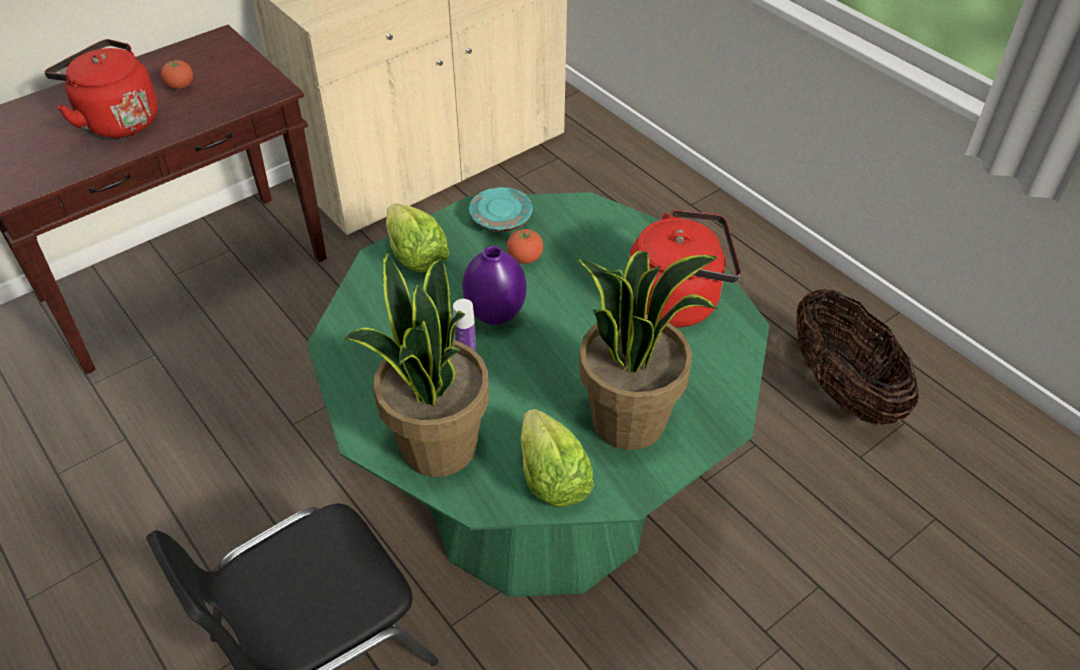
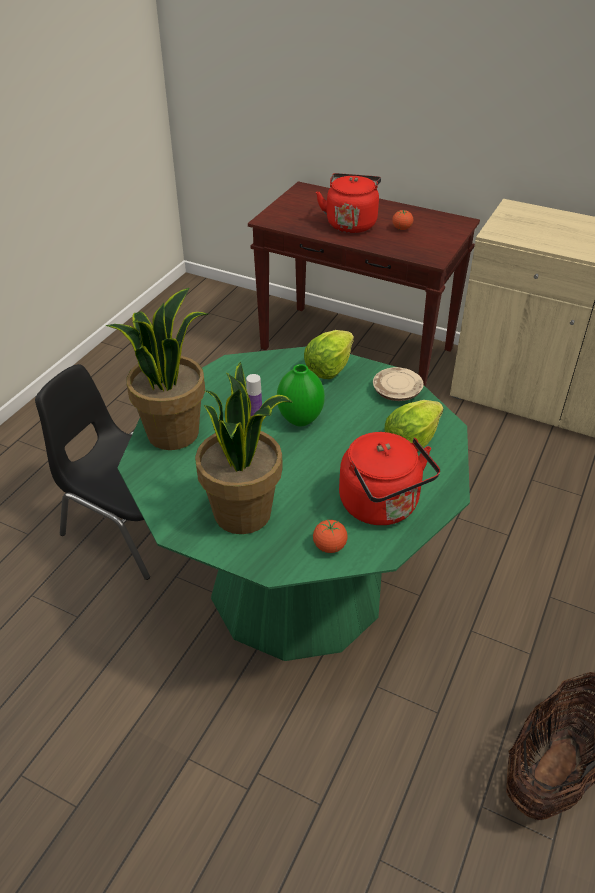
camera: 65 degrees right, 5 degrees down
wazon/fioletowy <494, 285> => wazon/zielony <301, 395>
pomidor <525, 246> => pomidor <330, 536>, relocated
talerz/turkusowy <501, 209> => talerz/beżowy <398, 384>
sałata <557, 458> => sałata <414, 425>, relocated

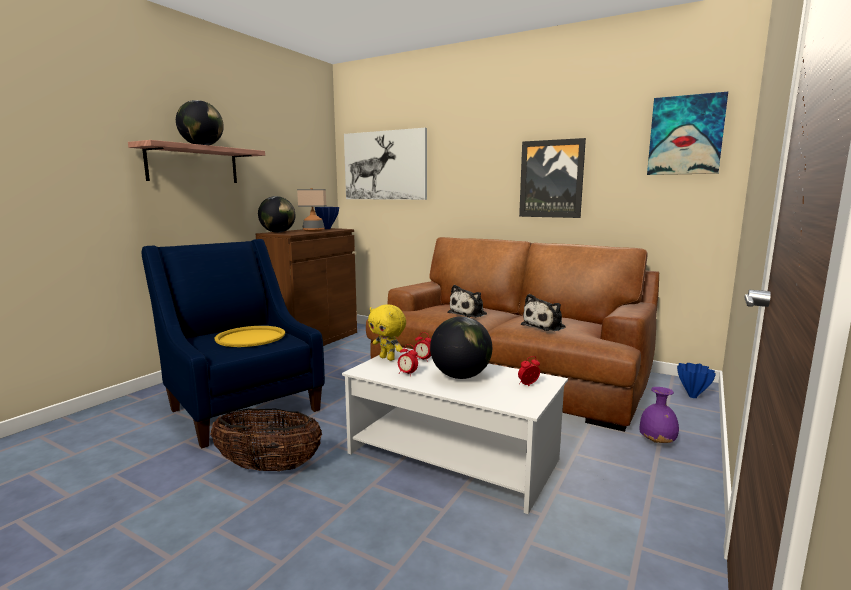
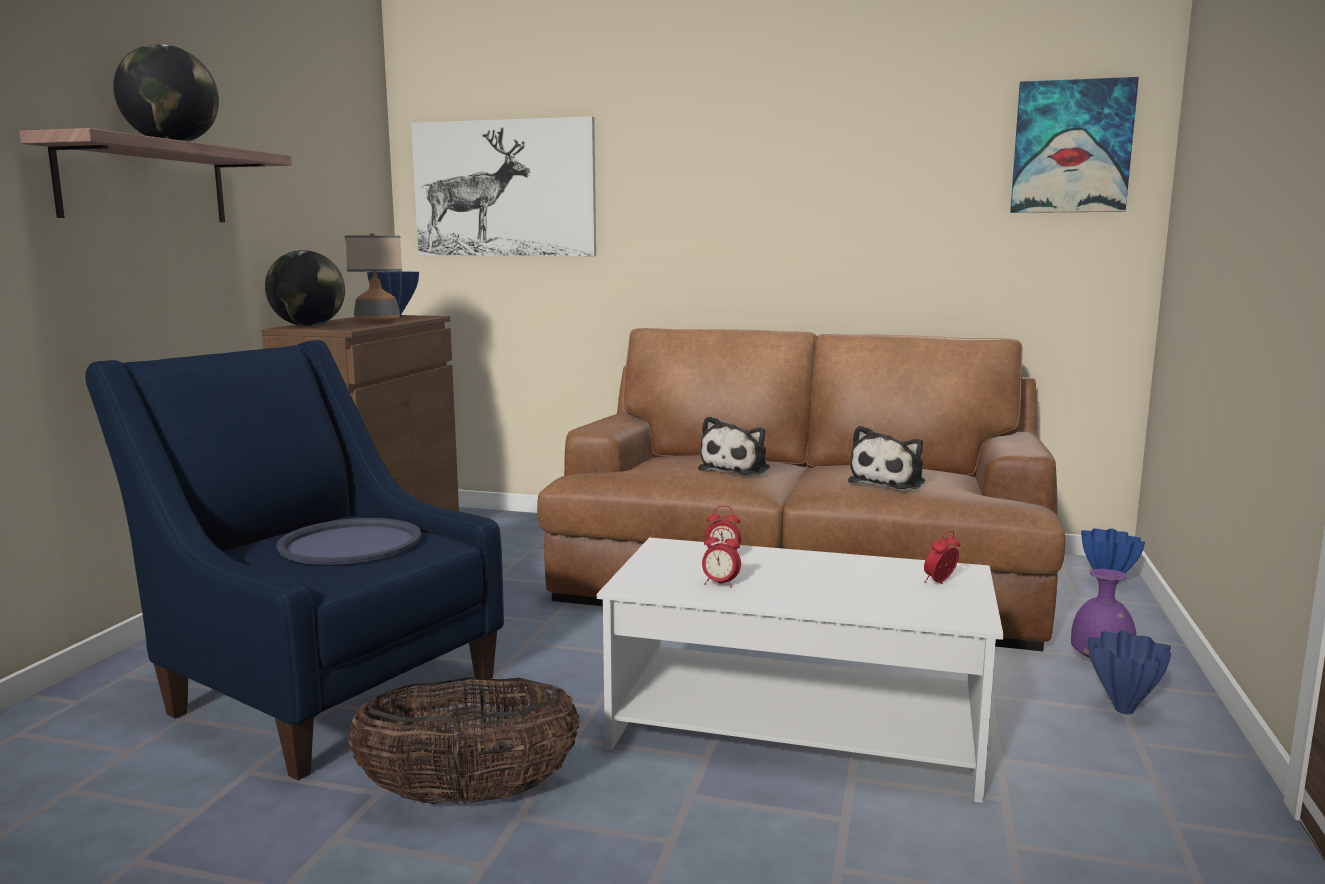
camera: 15 degrees left, 0 degrees up
taca/żółty <249, 336> => taca/niebieski <348, 541>
nothing => wazon/niebieski <1129, 672>
pluszak/żółty <387, 332> => nothing
globus <461, 347> => nothing
obraz <552, 178> => nothing

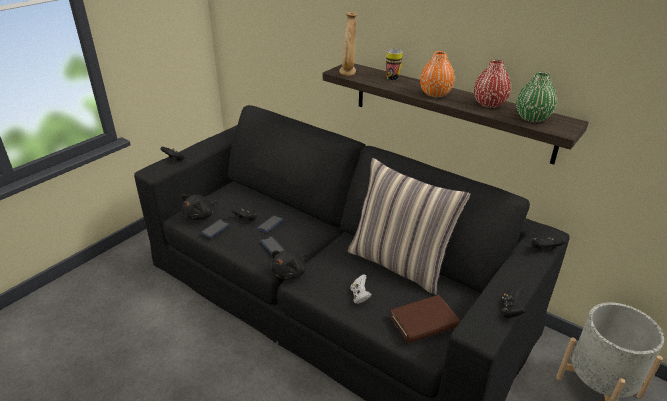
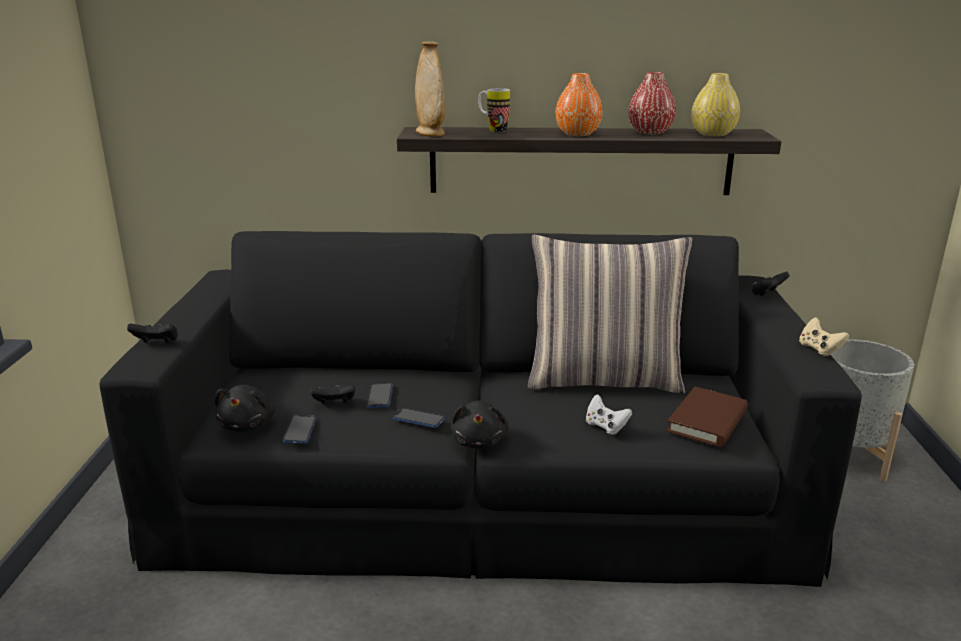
camera: 35 degrees left, 10 degrees down
wazon/zielony <536, 97> => wazon/żółty <715, 104>
pad do gier/czarny <513, 302> => pad do gier/beżowy <824, 336>

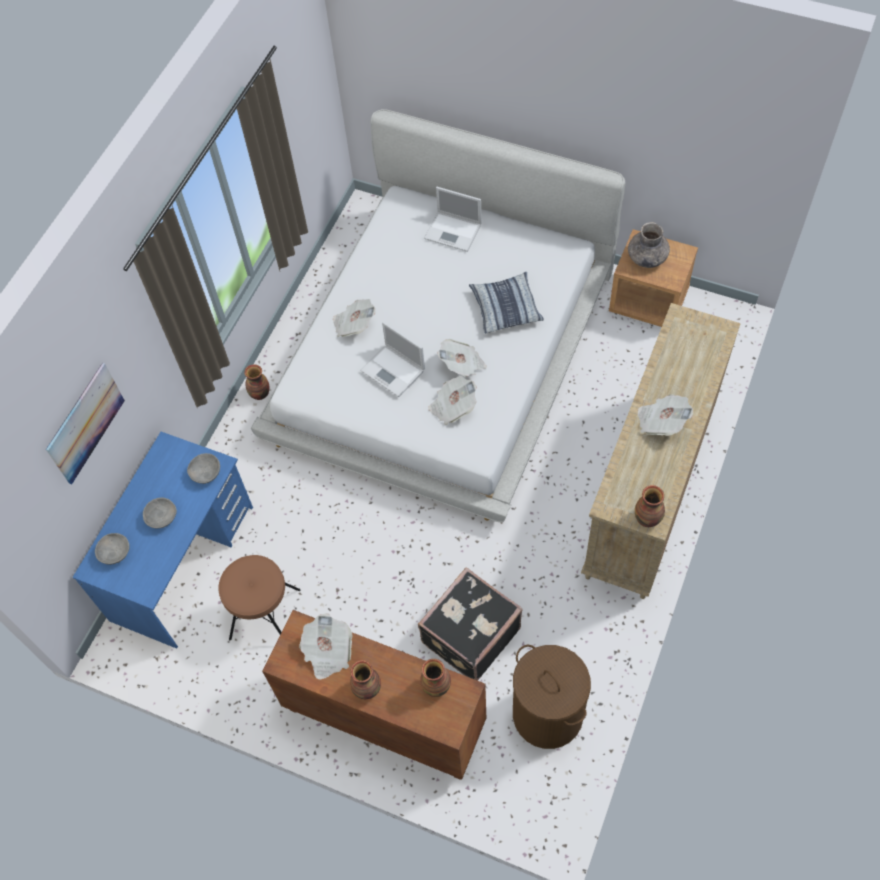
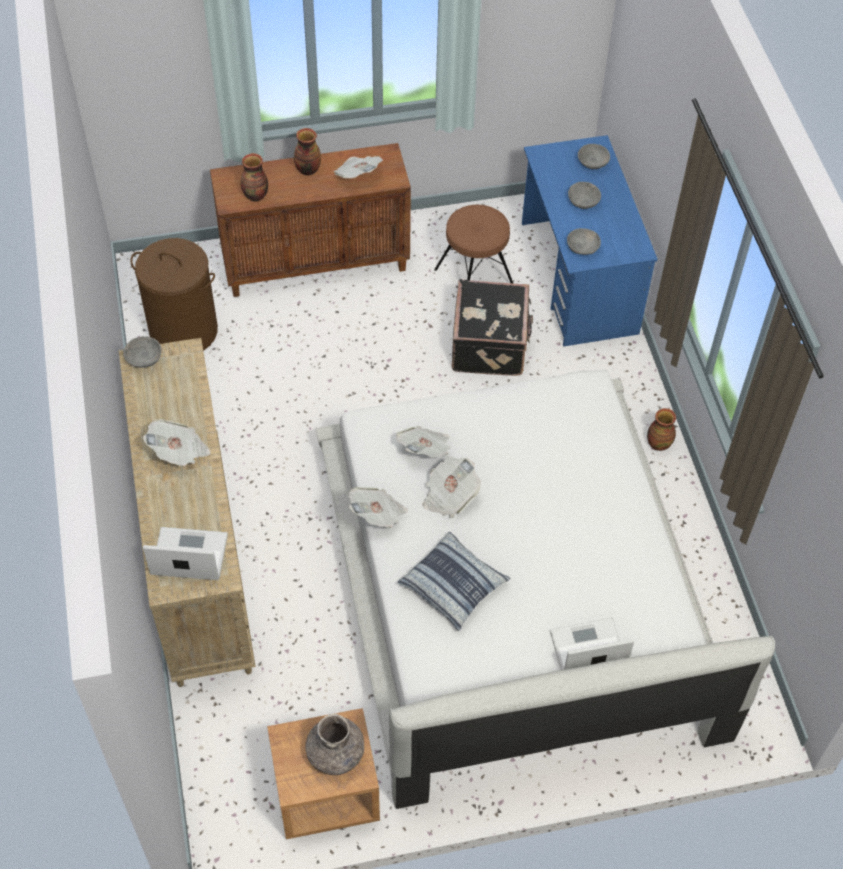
camera: 140 degrees right, 5 degrees down
wazon <650, 506> => miska/szary <142, 352>
laptop <392, 359> => laptop <185, 553>, relocated
gazeta <354, 318> => gazeta <378, 507>, relocated
walizka/czarny <470, 624> => walizka/czarny <492, 327>, relocated
obraz <85, 423> => nothing

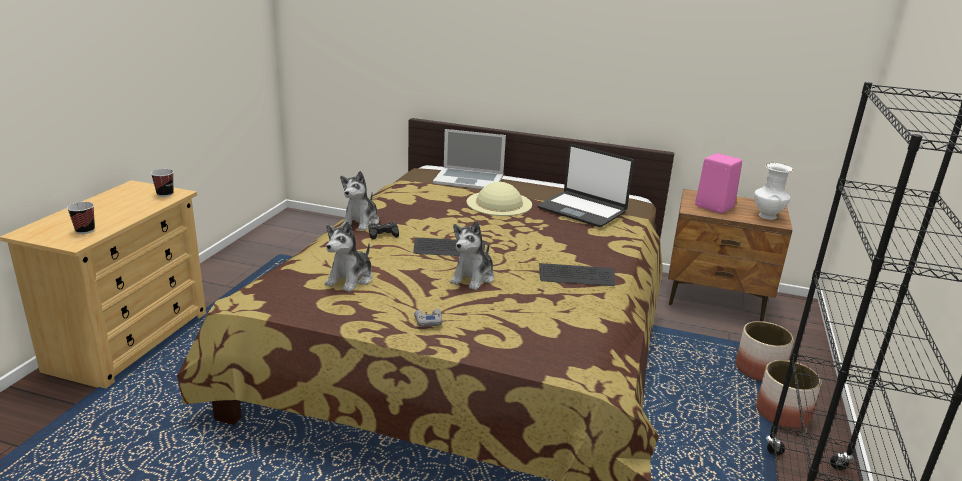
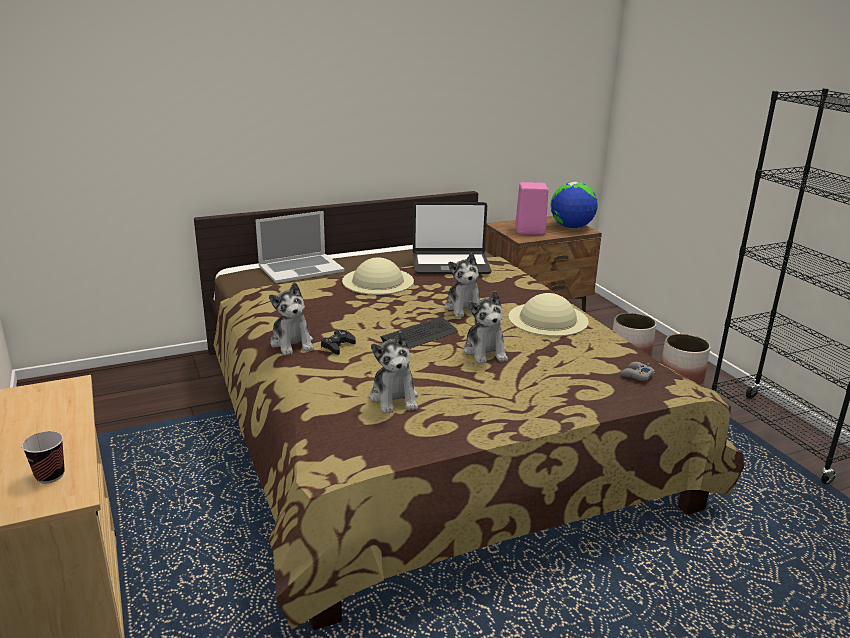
camera: 40 degrees left, 0 degrees up
nothing => pluszak <462, 285>
klawiatura <577, 274> => kapelusz/beżowy <548, 315>
wazon/biały <774, 191> => globus <574, 205>
pad do gier/szary <428, 318> => pad do gier/szary <637, 371>, relocated
filiżanka <162, 183> => nothing

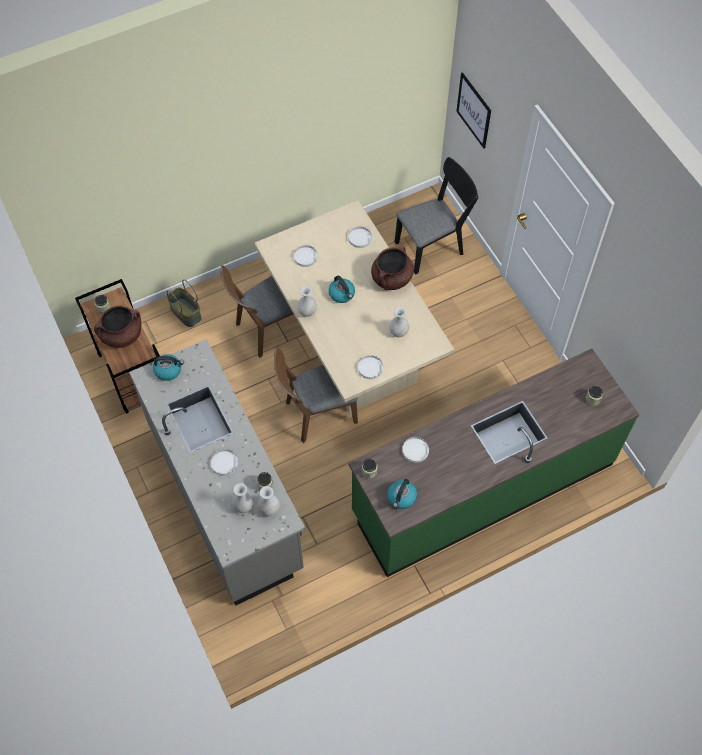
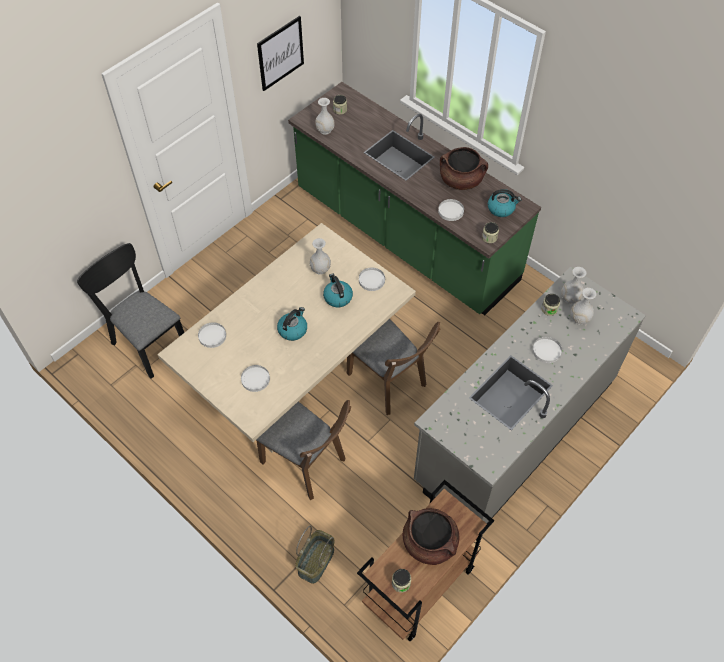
camera: 110 degrees left, 5 degrees down
obraz <473, 110> => obraz <280, 53>, relocated
wazon/biały <307, 301> => wazon/biały <325, 116>, relocated
czajnik <168, 367> => czajnik <338, 290>, relocated
garnek/brązowy <392, 268> => garnek/brązowy <464, 168>, relocated

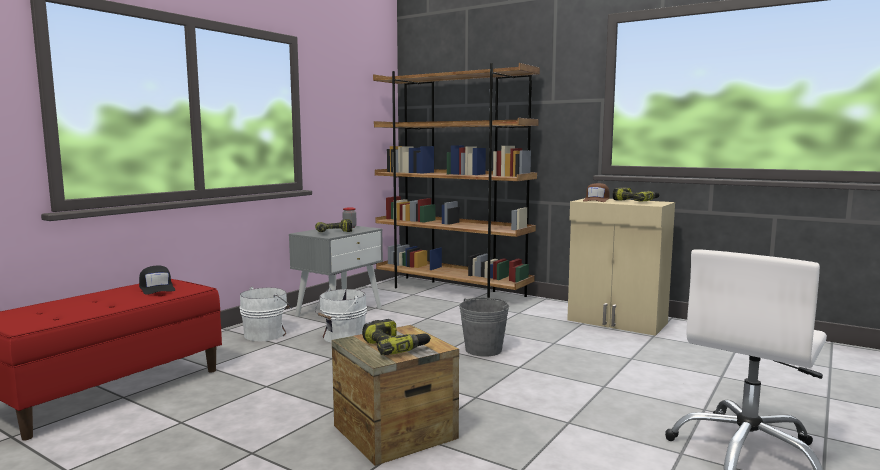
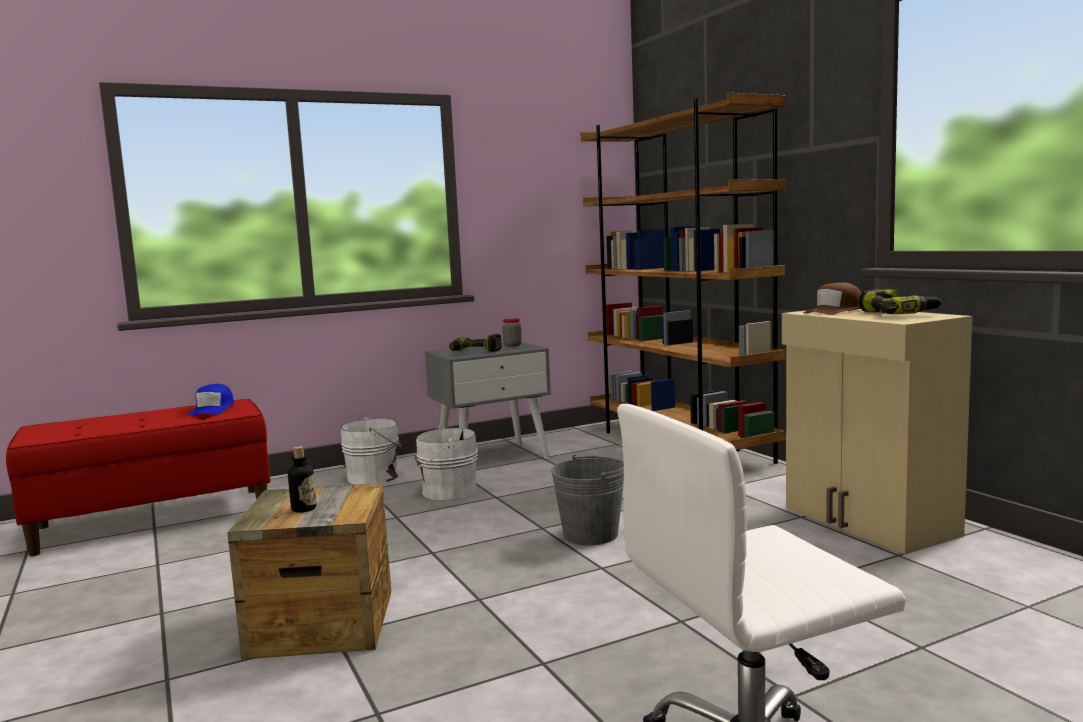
camera: 30 degrees right, 0 degrees up
czapka z daszkiem/czarny <157, 280> => czapka z daszkiem/niebieski <211, 400>
wiertarka <396, 337> => butelka <302, 479>

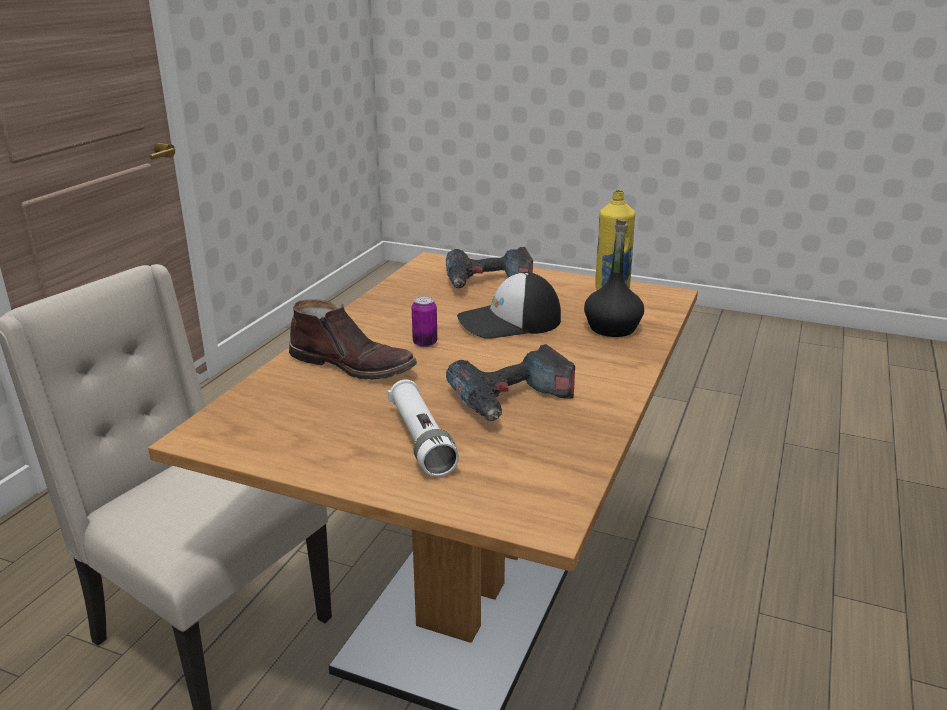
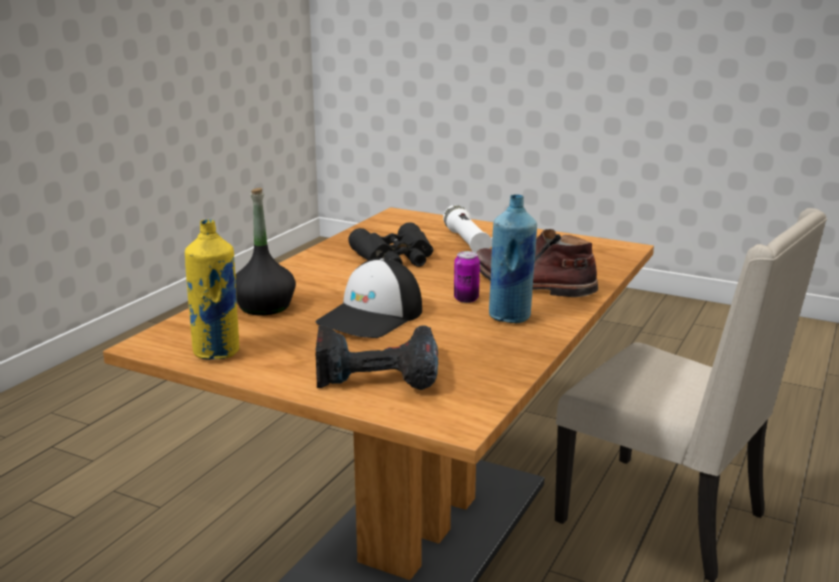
camera: 175 degrees left, 5 degrees down
czapka z daszkiem <509, 305> => czapka z daszkiem <369, 298>, 135 degrees clockwise
wiertarka <510, 382> => lornetka/czarny <390, 244>
nothing => butelka/niebieski <513, 259>

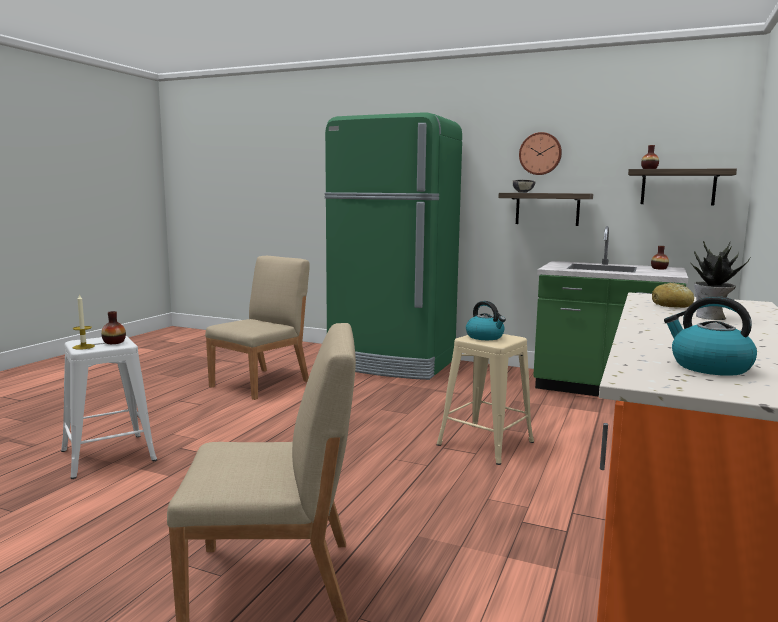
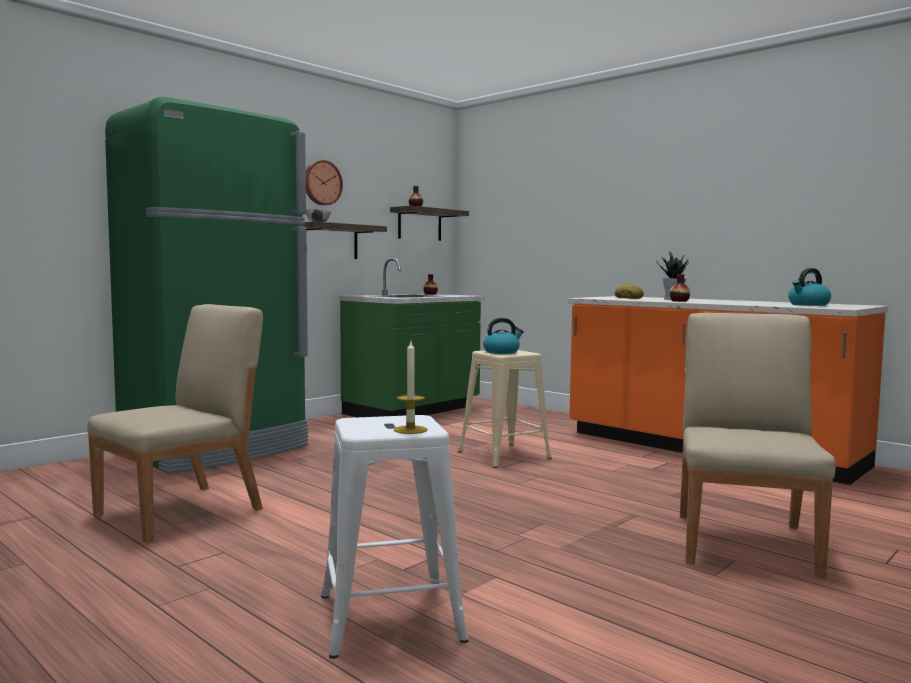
camera: 70 degrees left, 5 degrees down
krzesło/beżowy <257, 328> => krzesło/beżowy <175, 423>, 75 degrees clockwise
wazon <113, 327> => wazon <680, 288>, relocated

